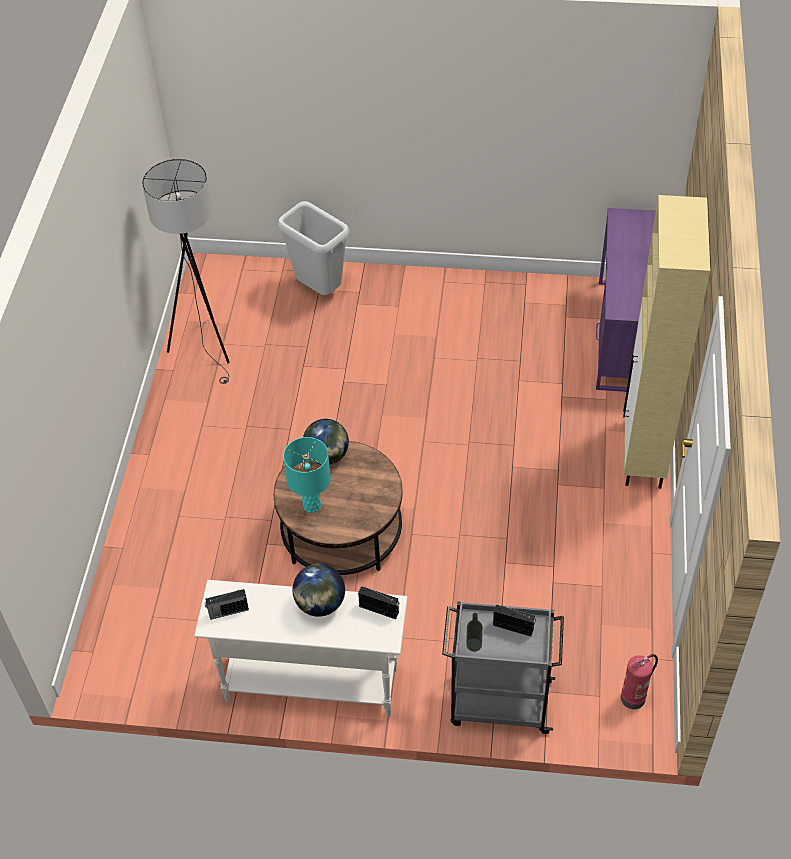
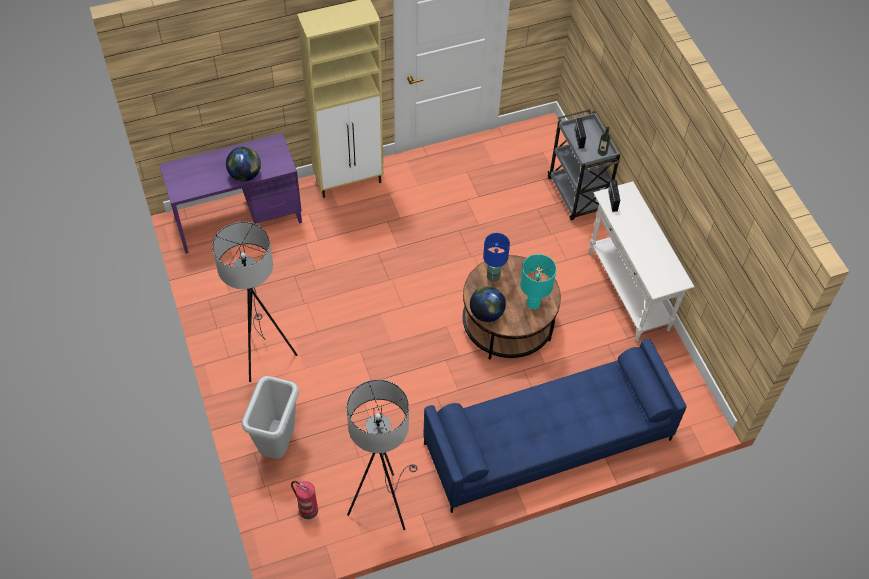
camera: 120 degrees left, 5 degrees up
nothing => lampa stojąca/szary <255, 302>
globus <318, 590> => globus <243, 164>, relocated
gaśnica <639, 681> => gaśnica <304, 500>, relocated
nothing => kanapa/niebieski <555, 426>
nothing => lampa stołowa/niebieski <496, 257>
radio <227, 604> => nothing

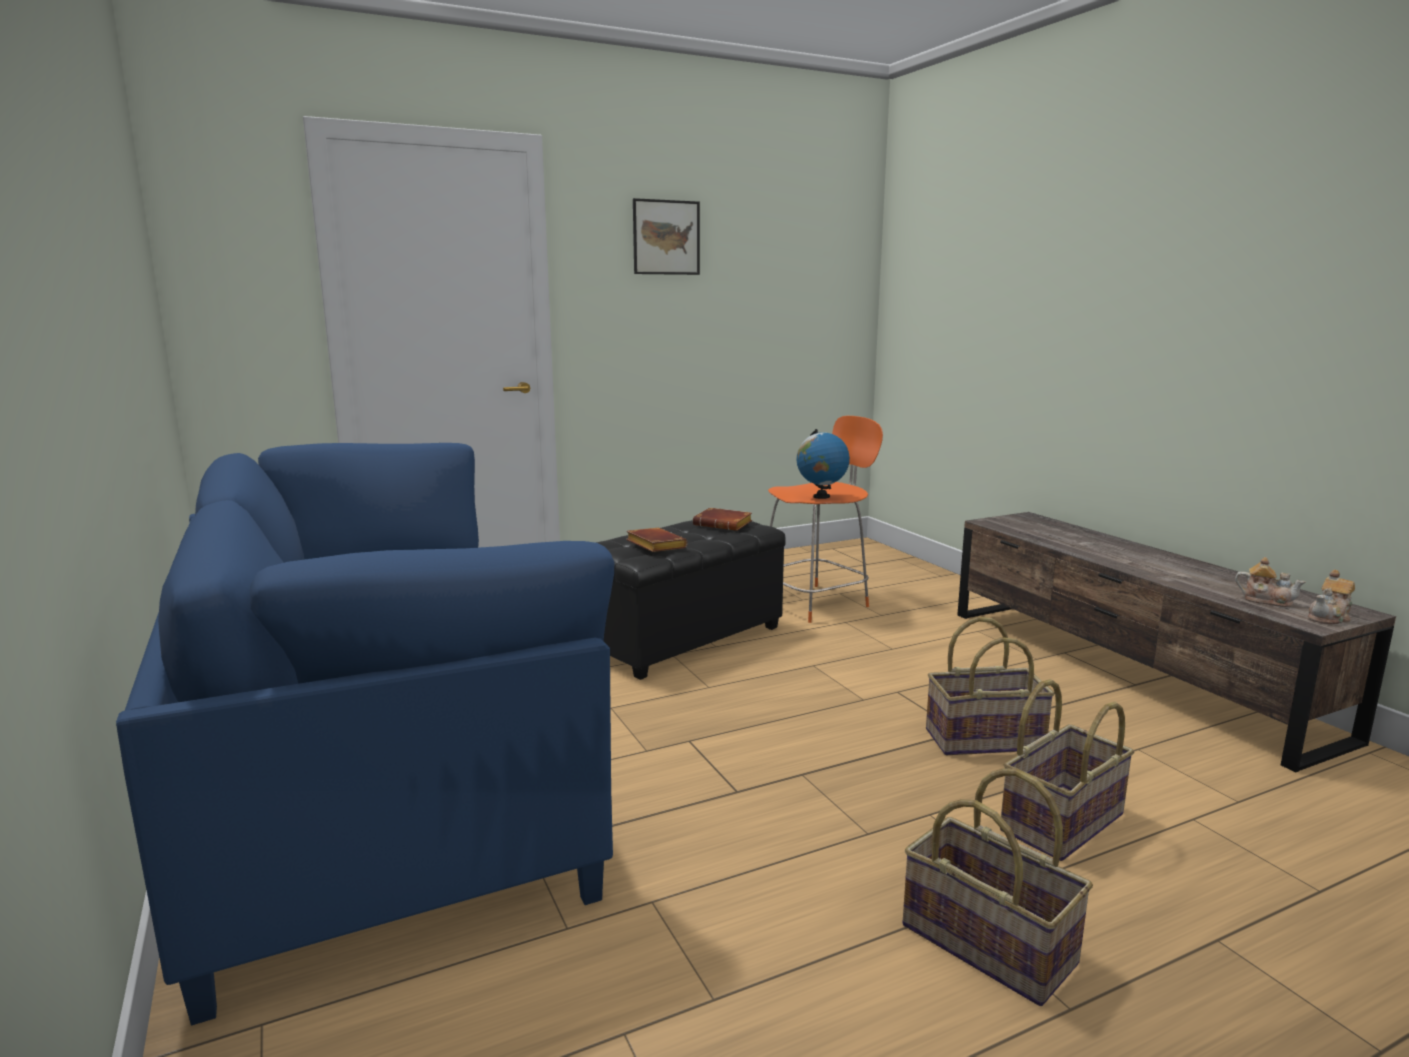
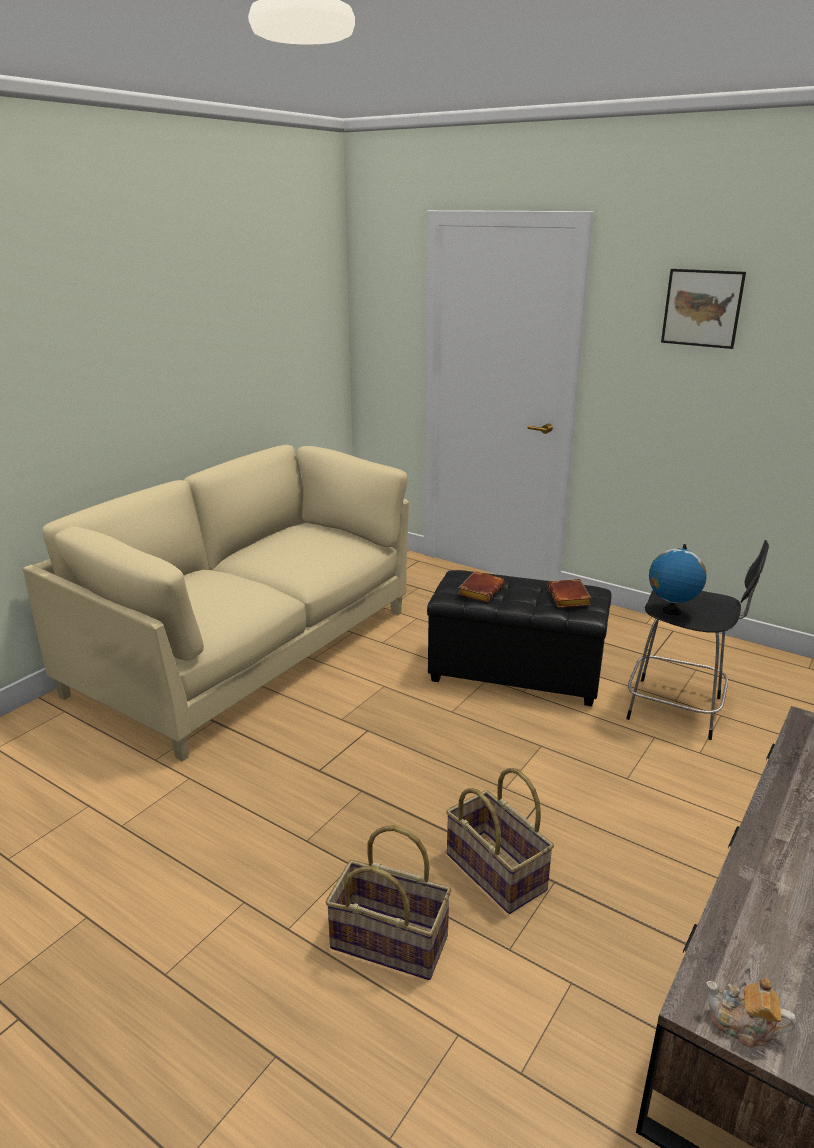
camera: 60 degrees right, 10 degrees up
kanapa/niebieski <365, 734> => kanapa/beżowy <216, 603>
stołek/pomarańczowy <825, 519> => stołek/czarny <697, 640>
koszyk <997, 887> => nothing
imbryk <1270, 582> => nothing

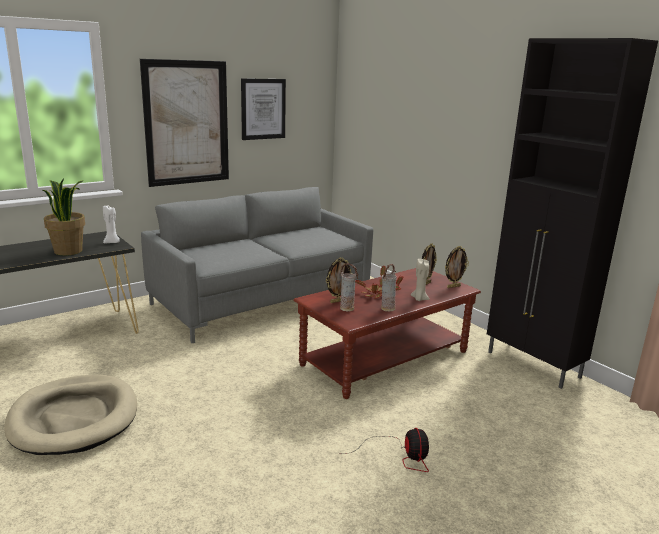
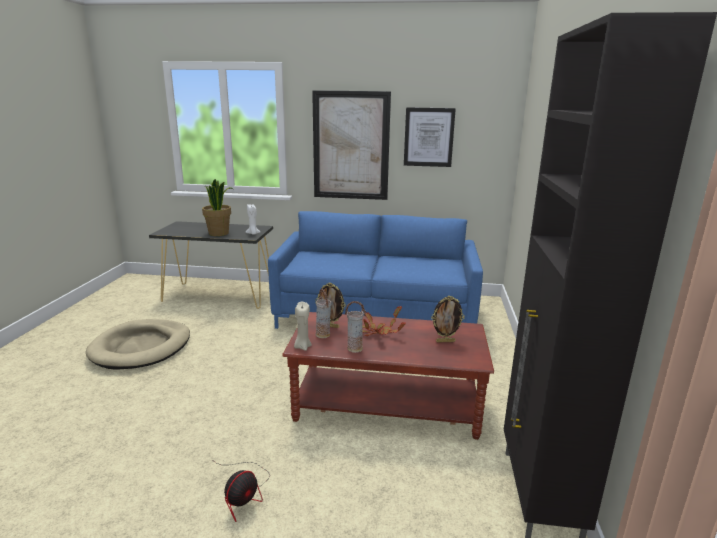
camera: 45 degrees right, 0 degrees up
kanapa/szary <257, 265> => kanapa/niebieski <375, 270>
świeca/beżowy <420, 280> => świeca/beżowy <303, 326>, relocated
ramka na zdjęcie <457, 267> => nothing

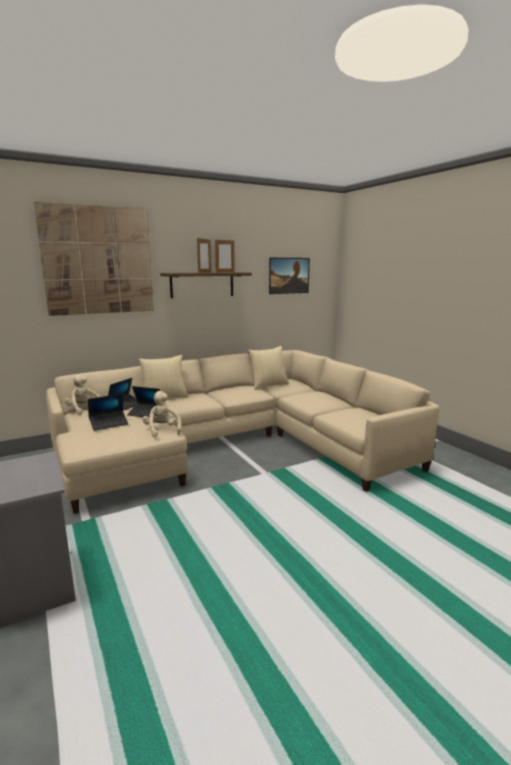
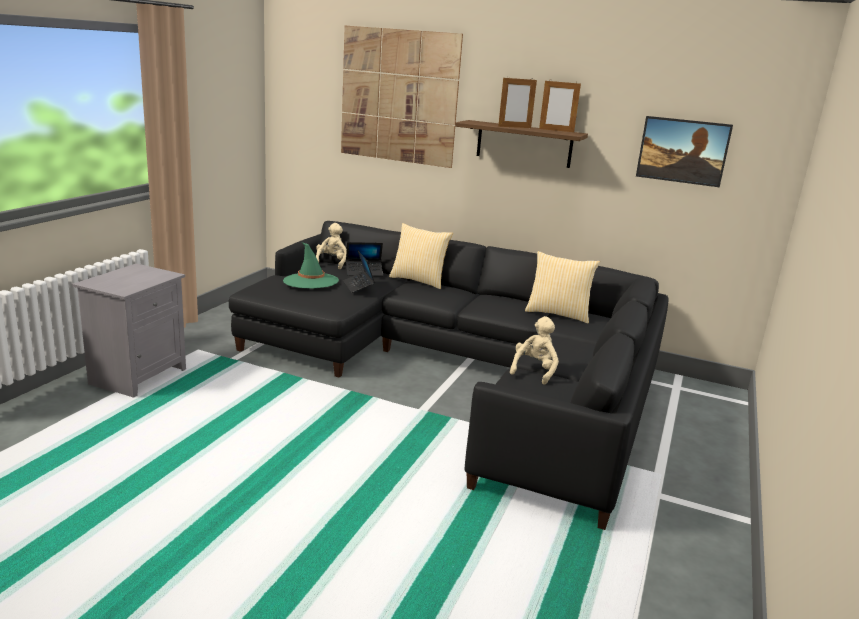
camera: 50 degrees right, 5 degrees up
kanapa/beżowy <243, 432> => kanapa/czarny <449, 375>
laptop <108, 412> => kapelusz/zielony <311, 265>
pluszak/beżowy <161, 414> => pluszak/beżowy <534, 350>, relocated

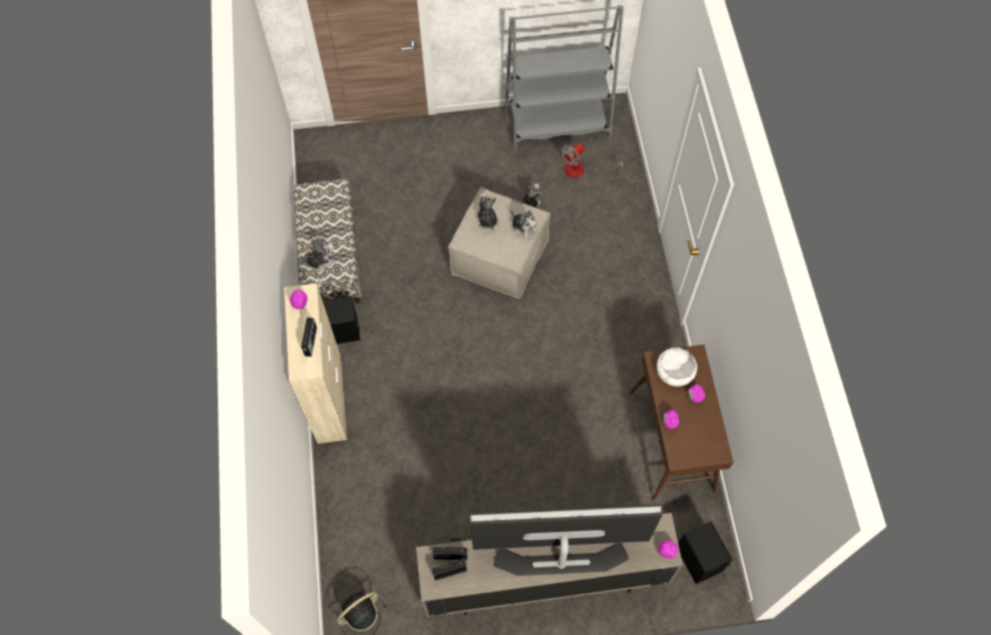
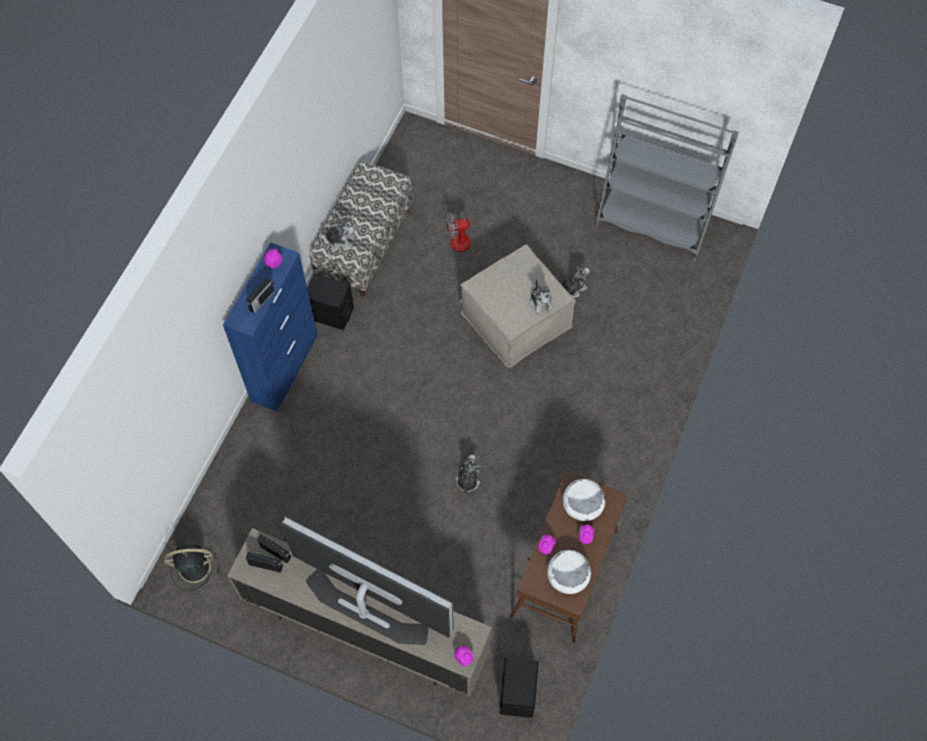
camera: 30 degrees right, 0 degrees up
szafka/beżowy <315, 363> => szafka/niebieski <270, 327>
wentylator <592, 161> => wentylator <473, 240>, relocated
pluszak <486, 211> => pluszak <468, 474>, relocated
nothing => miska/biały <569, 572>

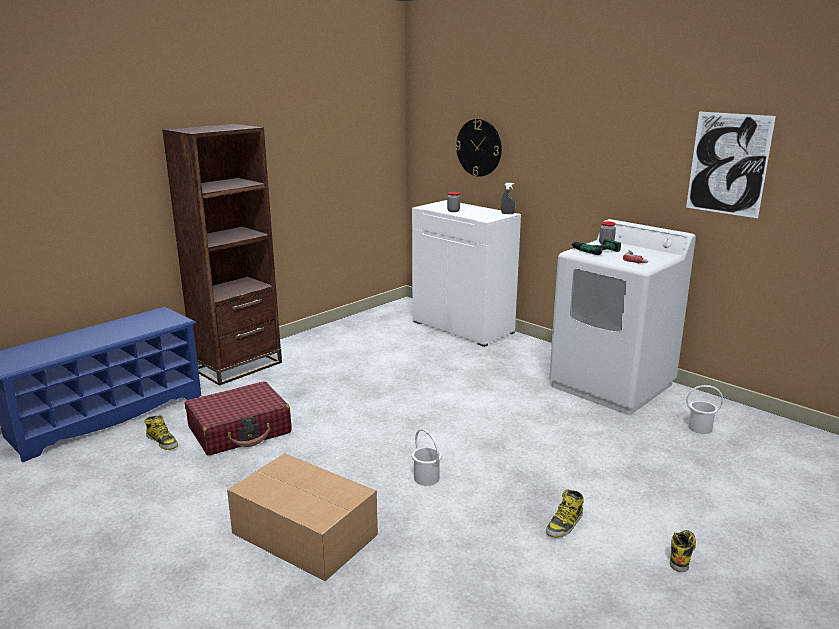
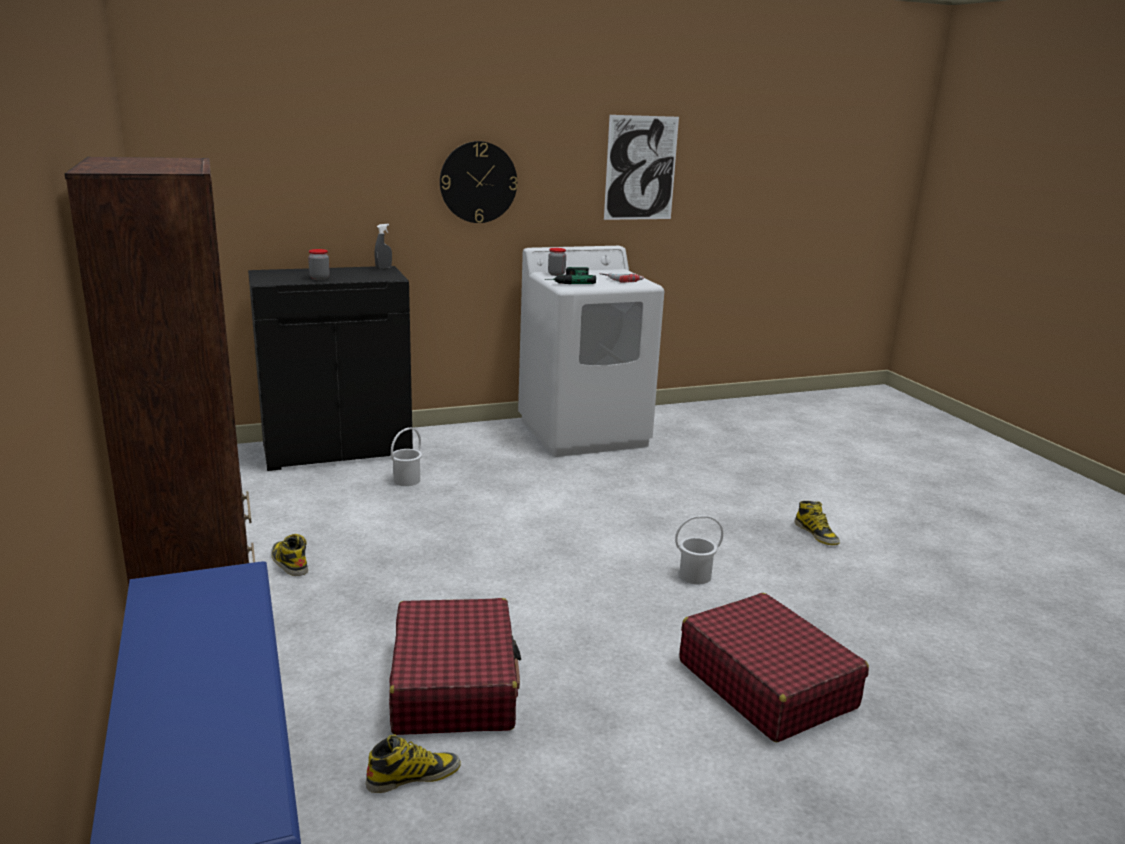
camera: 65 degrees left, 0 degrees up
szafka/biały <466, 273> => szafka/czarny <330, 368>
but z cholewką <683, 551> => but z cholewką <289, 555>, relocated
wiadro/biały <704, 409> => wiadro/biały <406, 457>, relocated
zegar ścienny <478, 148> => zegar ścienny <478, 182>, relocated
karton <302, 517> => walizka/czerwony <774, 667>

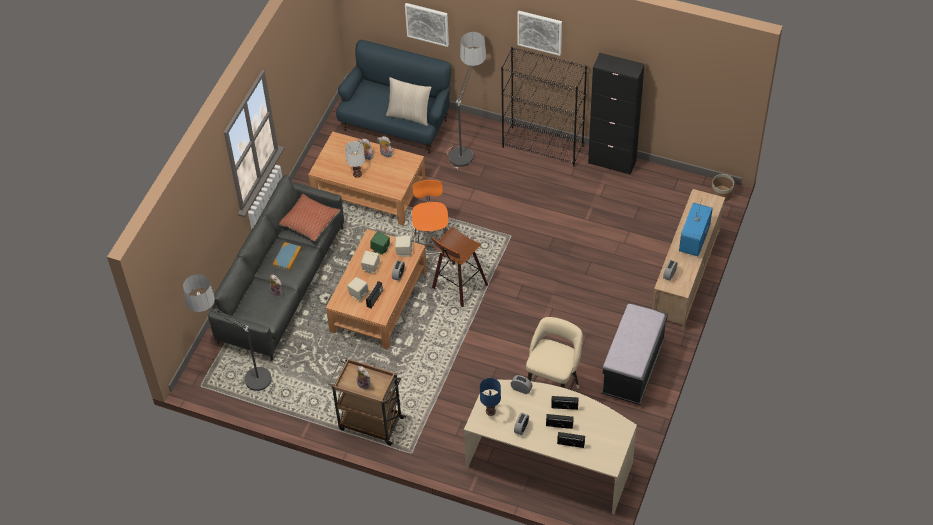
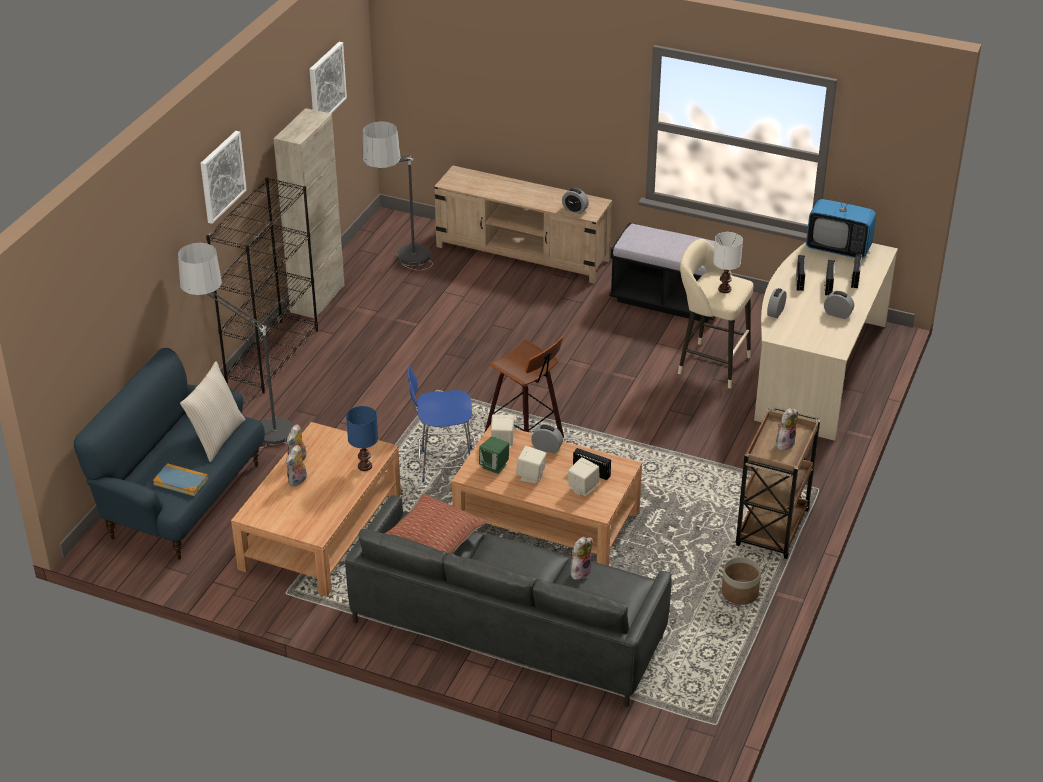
camera: 90 degrees left, 15 degrees down
książka <287, 256> => książka <180, 479>, relocated
szafka/czarny <616, 114> => szafka/beżowy <309, 213>
obraz <427, 25> => obraz <328, 77>, relocated
lampa stołowa/niebieski <490, 397> => lampa stołowa/niebieski <362, 438>, relocated
lampa stojąca <228, 332> => lampa stojąca <398, 195>, relocated
stołek/pomarańczowy <430, 217> => stołek/niebieski <442, 422>
lampa stołowa/biały <355, 159> => lampa stołowa/biały <728, 262>, relocated
donica <722, 188> => donica <741, 581>, relocated
telewizor <696, 227> => telewizor <841, 220>, relocated

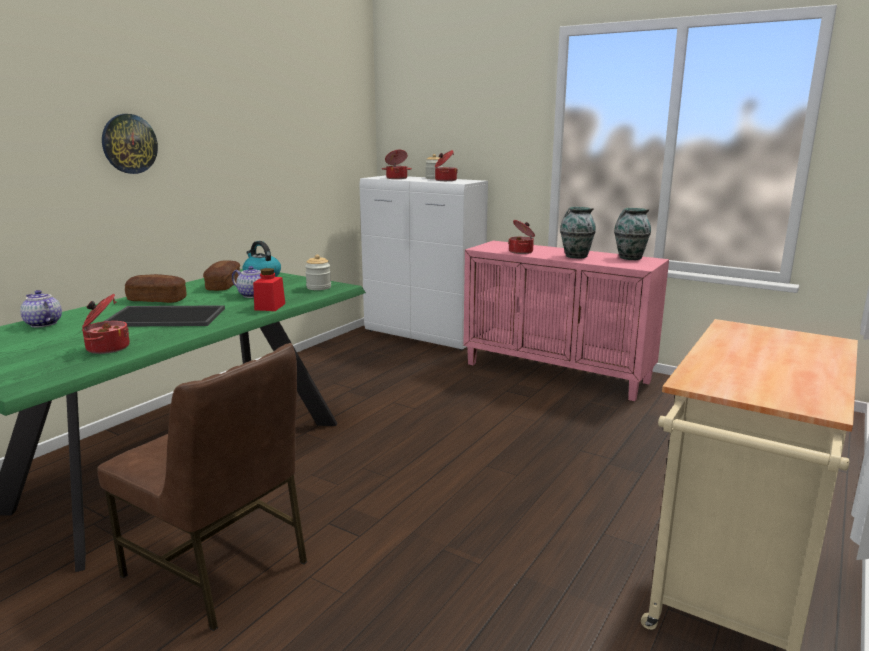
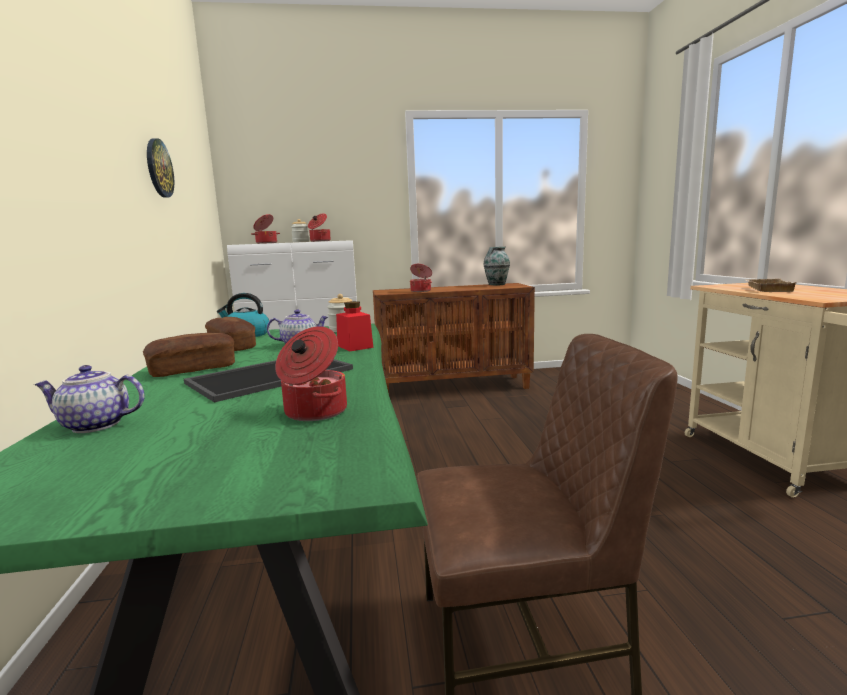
camera: 40 degrees left, 5 degrees down
zegar ścienny <130, 144> => zegar ścienny <160, 168>, relocated
szafka/różowy <566, 321> => szafka/brązowy <454, 338>
nothing => taca/beżowy <772, 285>
wazon <578, 233> => nothing

